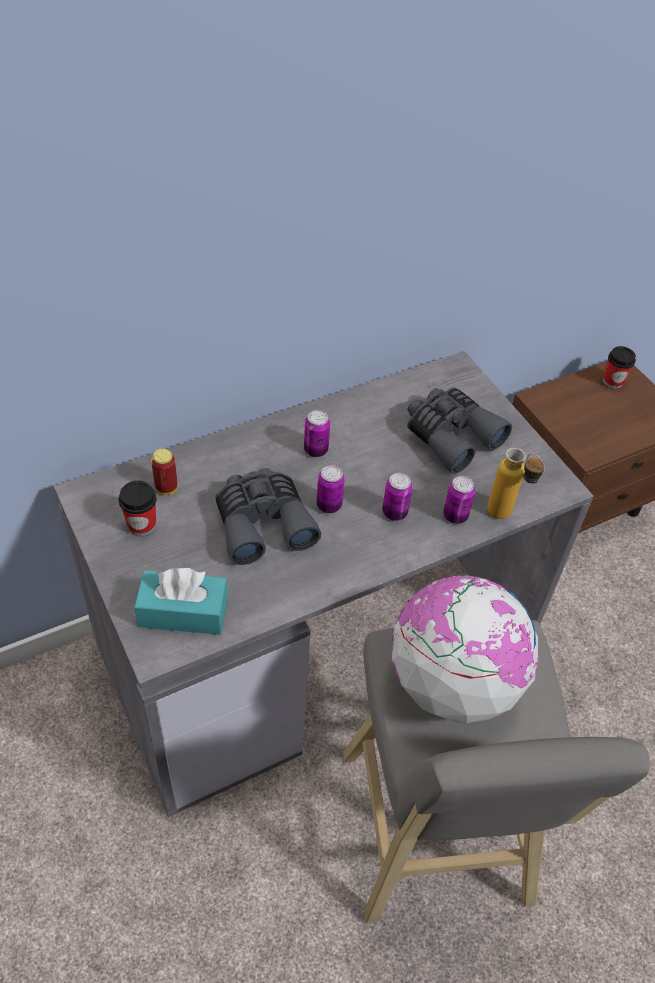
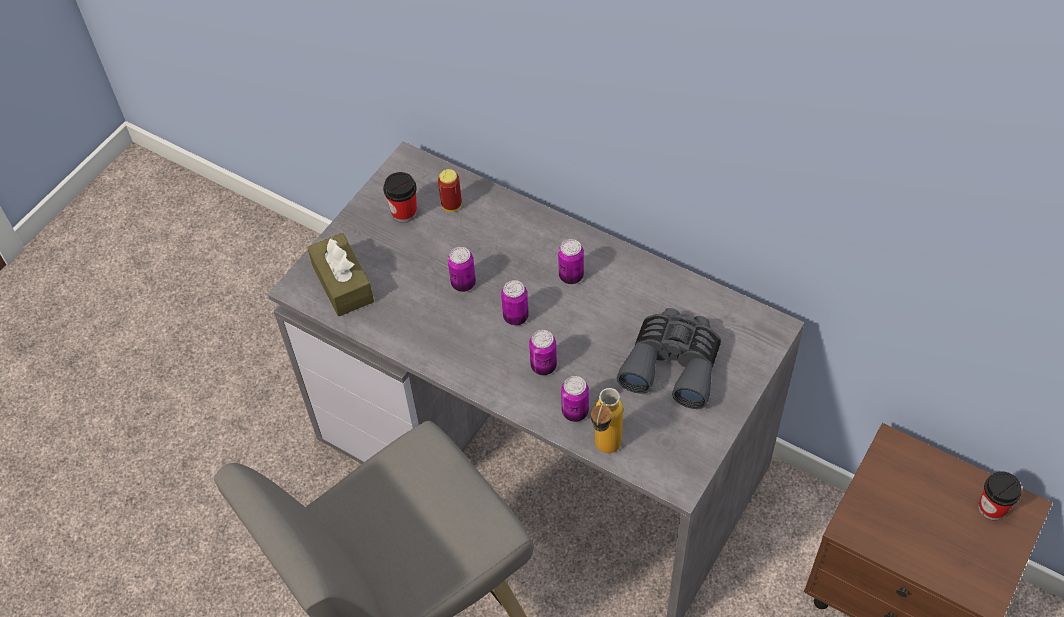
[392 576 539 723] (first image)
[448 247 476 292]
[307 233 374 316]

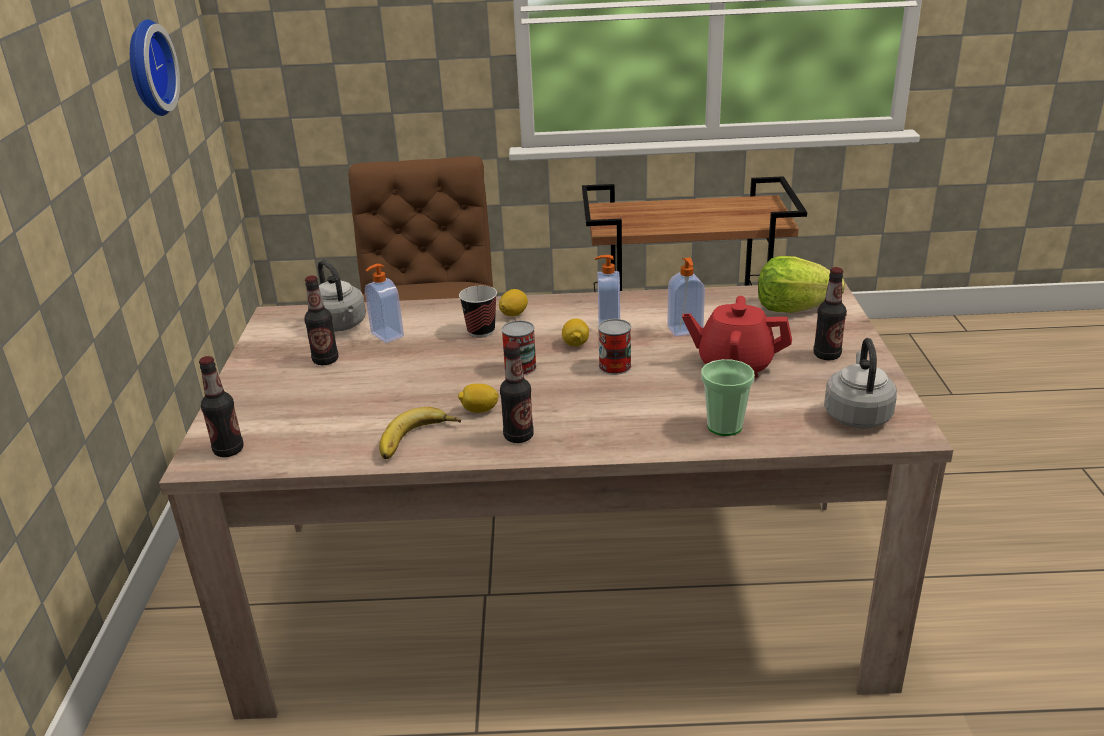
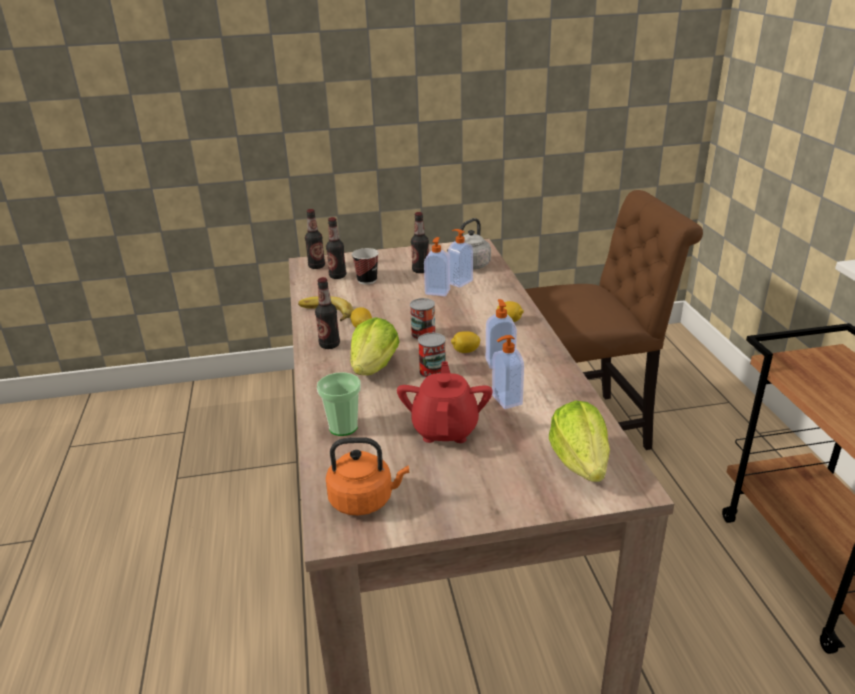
[130 19 180 116] (first image)
[350 317 400 375]
[424 237 450 296]
[352 248 379 285]
[326 217 346 279]
[326 437 409 515]

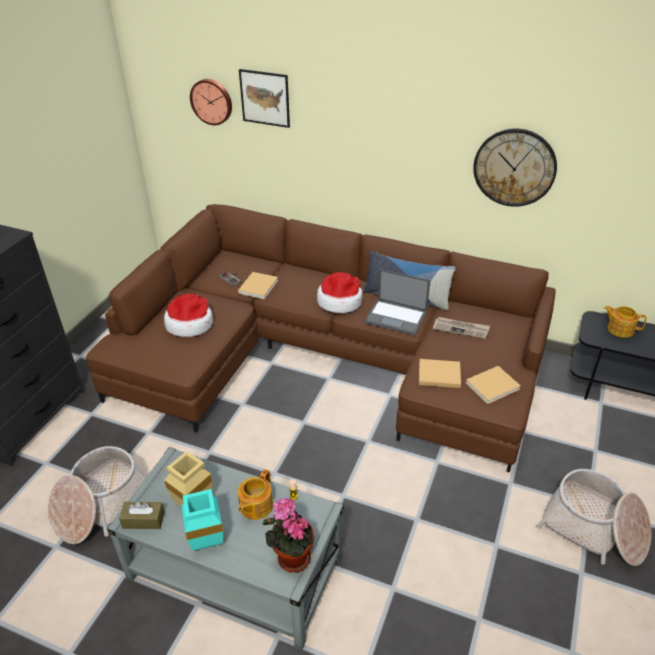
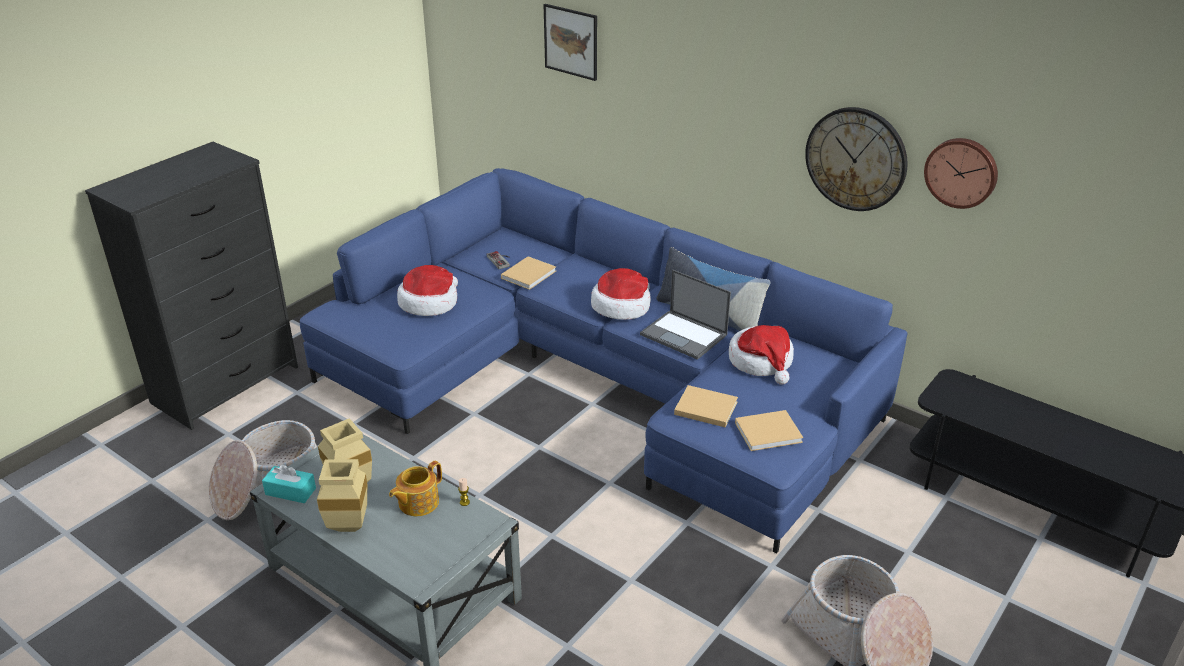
[263 498 314 573] (first image)
[604 306 647 338] (first image)
[924 138 998 209]
[729 325 794 384]
[300 168 907 553]
[262 464 316 503]
[317 459 367 532]

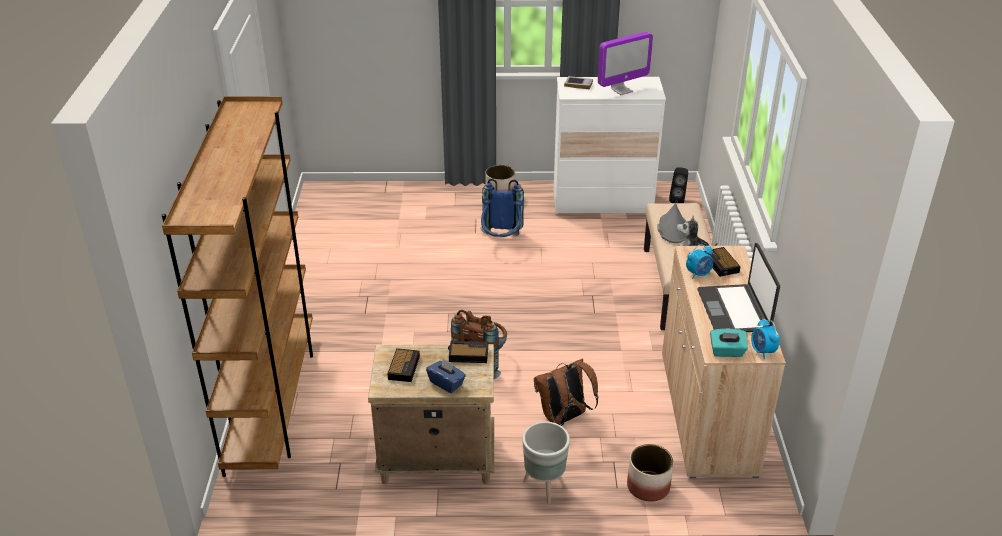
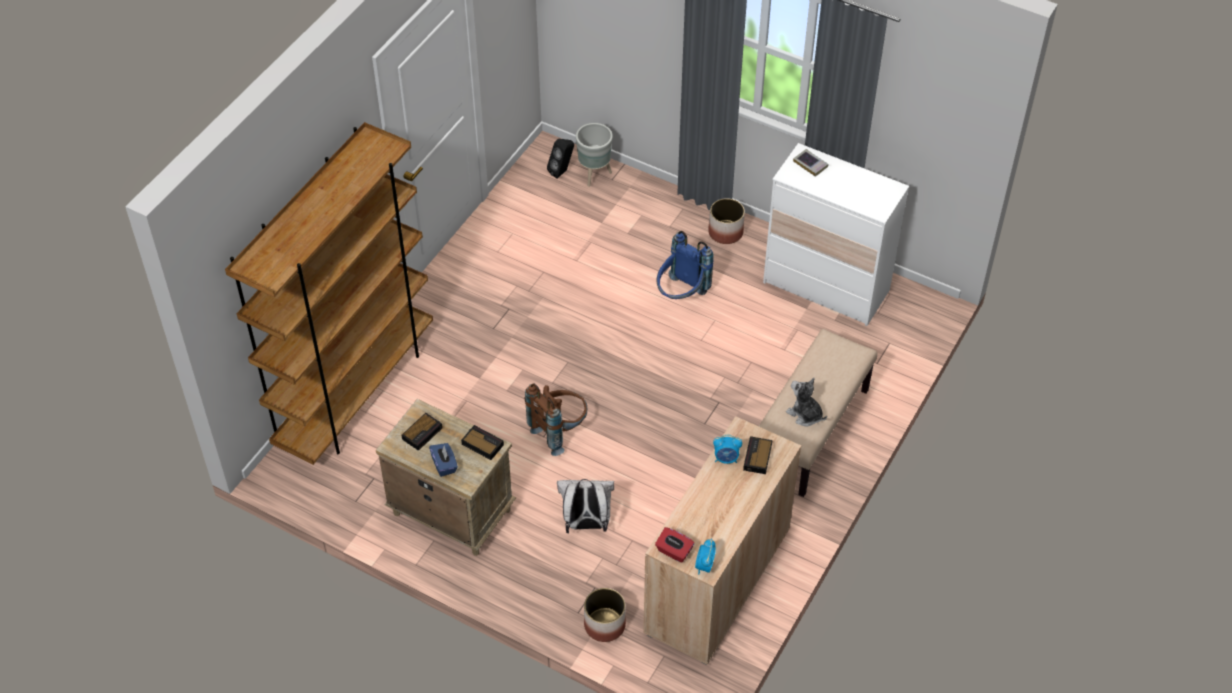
[598 32 653 95] (first image)
[657 203 687 243] (first image)
[697 243 780 332] (first image)
[576 123 613 187]
[547 139 574 179]
[557 479 614 533]
[655 527 694 563]

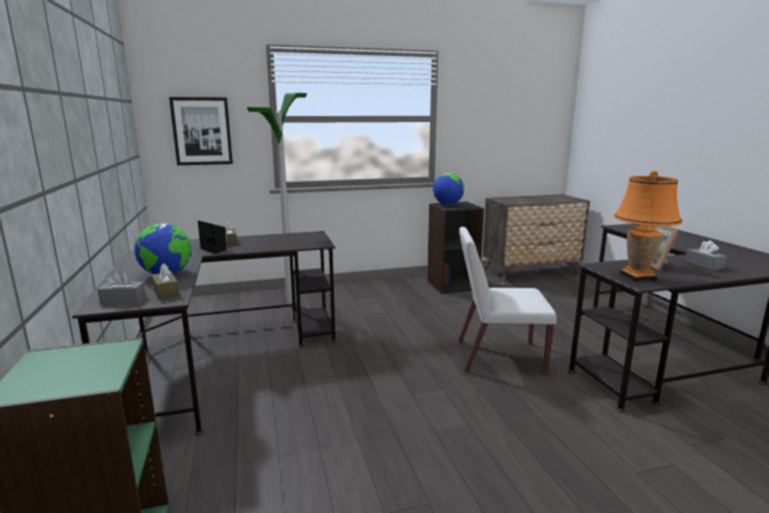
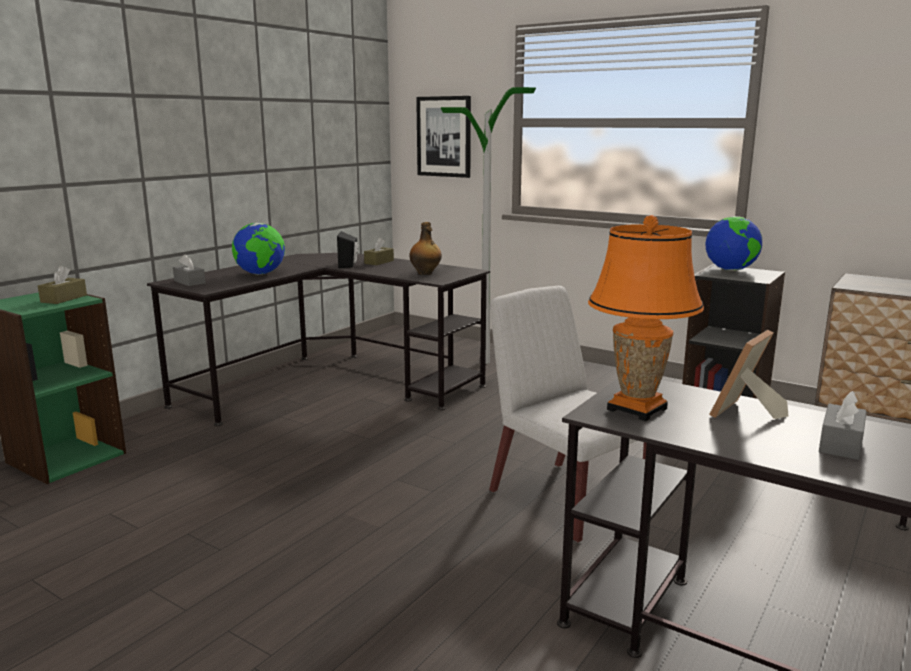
[409 222 442 275]
[38 266 87 304]

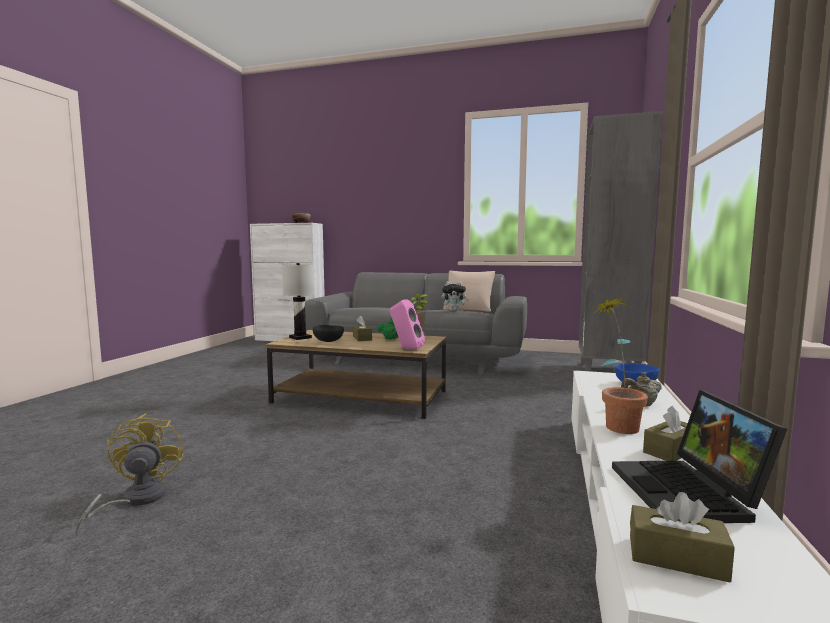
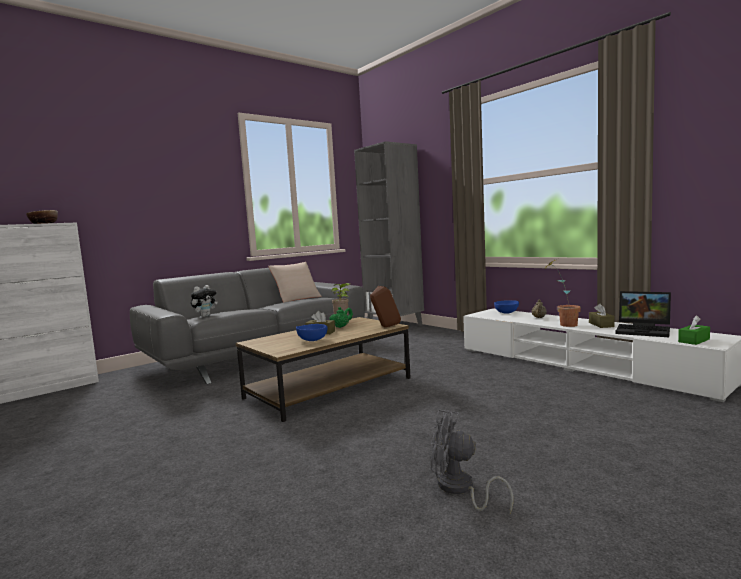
[282 263 315 340] (first image)
[191 285 218 317]
[431 409 514 513]
[296 324 327 341]
[370 286 401 327]
[678 315 710 345]

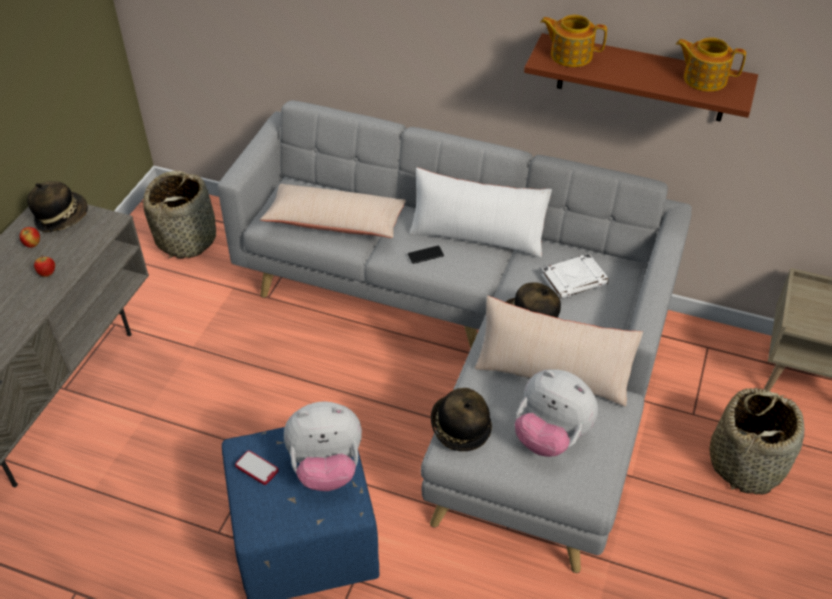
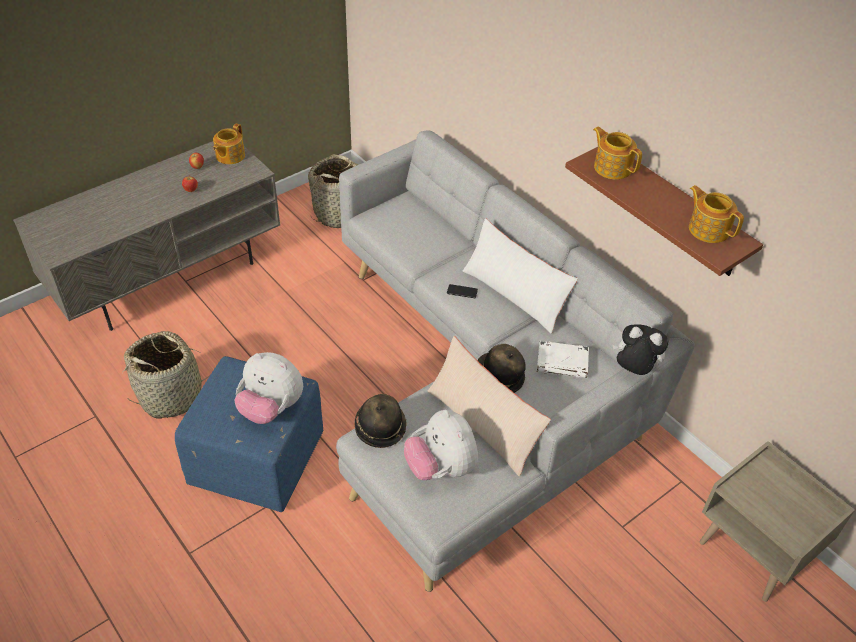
[235 450 278 485] (first image)
[260 184 406 238] (first image)
[612 324 669 375]
[122 331 215 419]
[213 123 245 164]

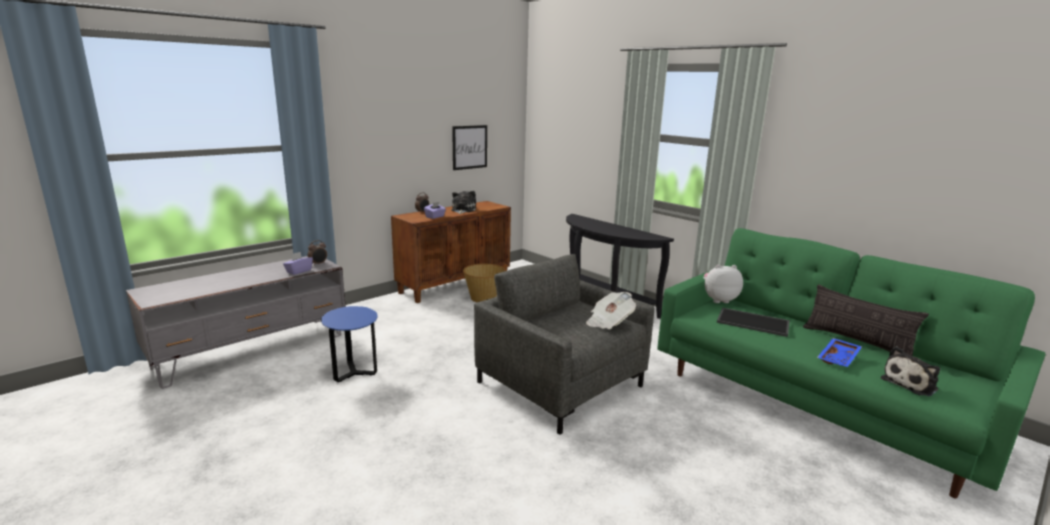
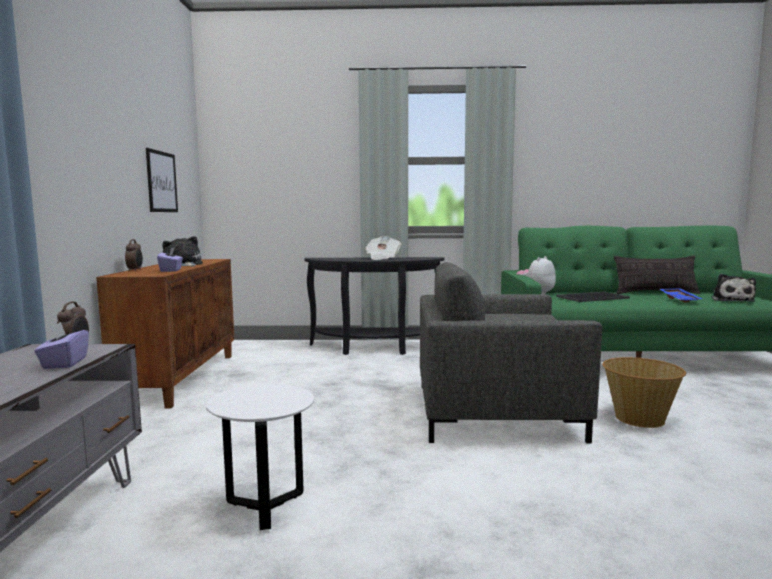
[602 357 686 428]
[365 236 401 260]
[206 384 314 530]

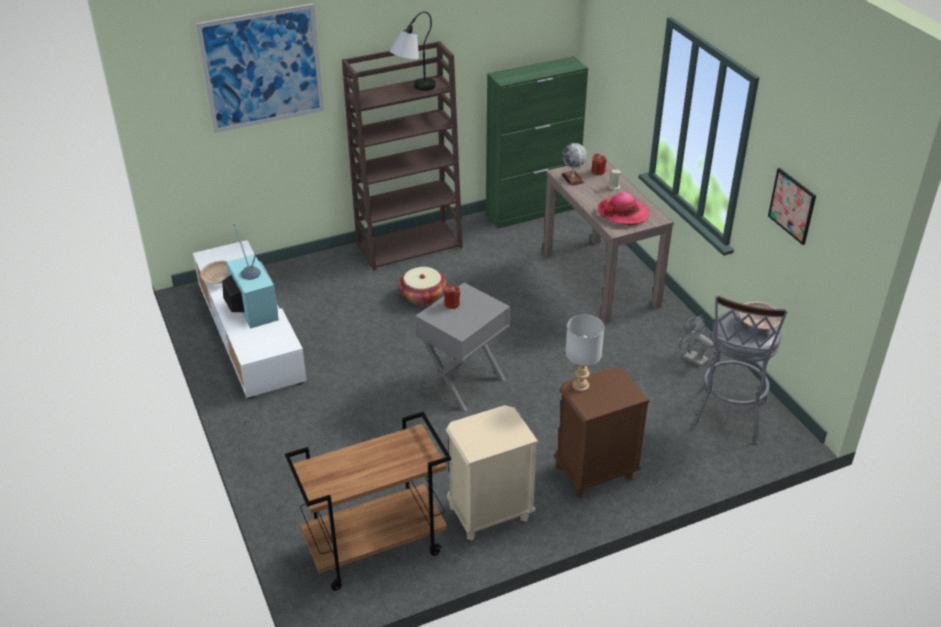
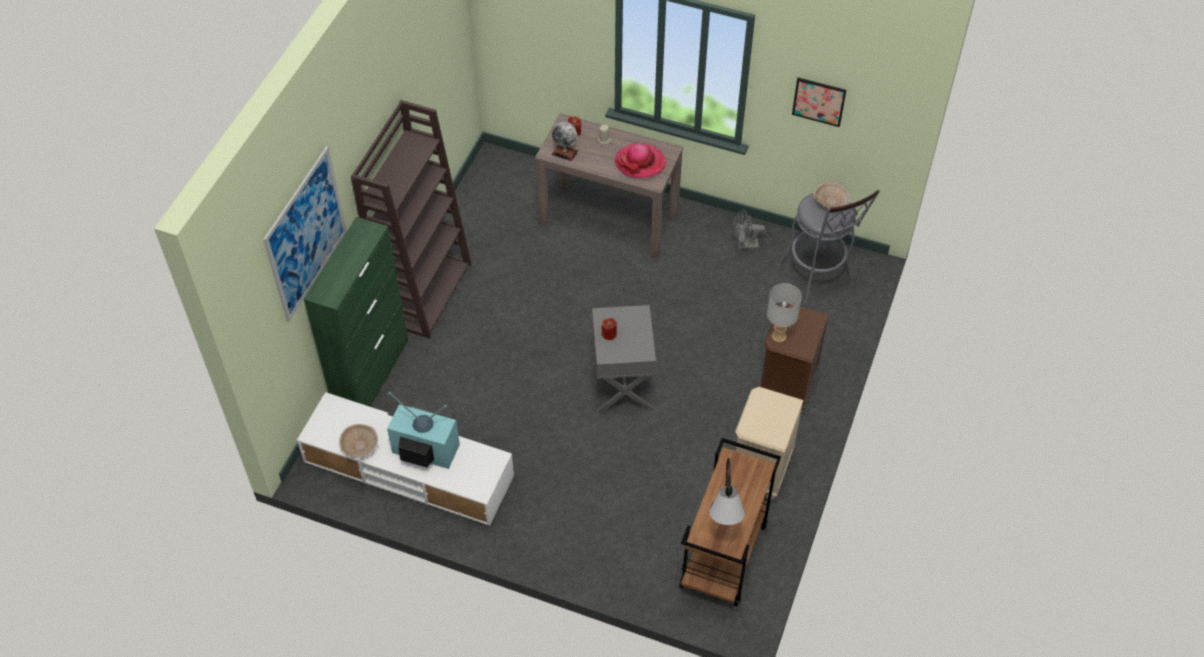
[399 267 446 305] (first image)
[709 458 745 525]
[304 217 408 407]

